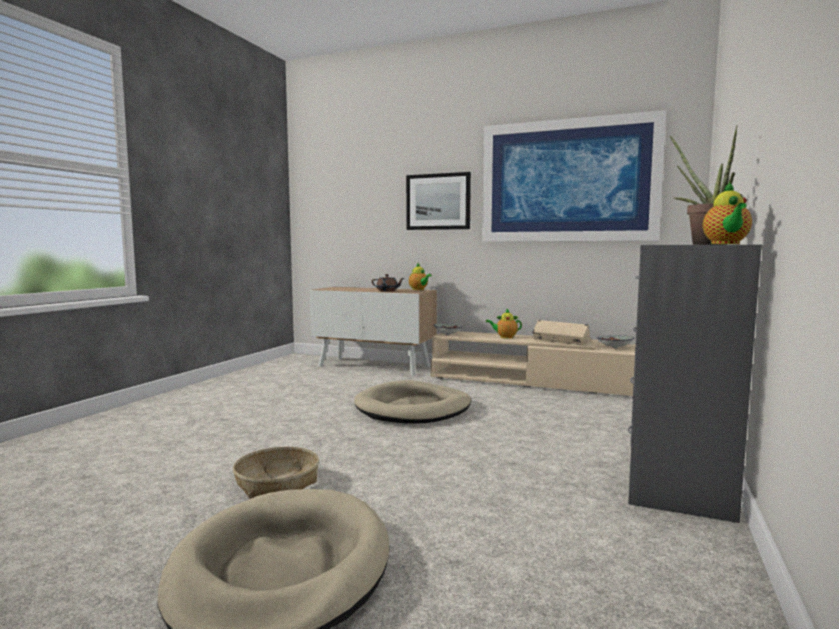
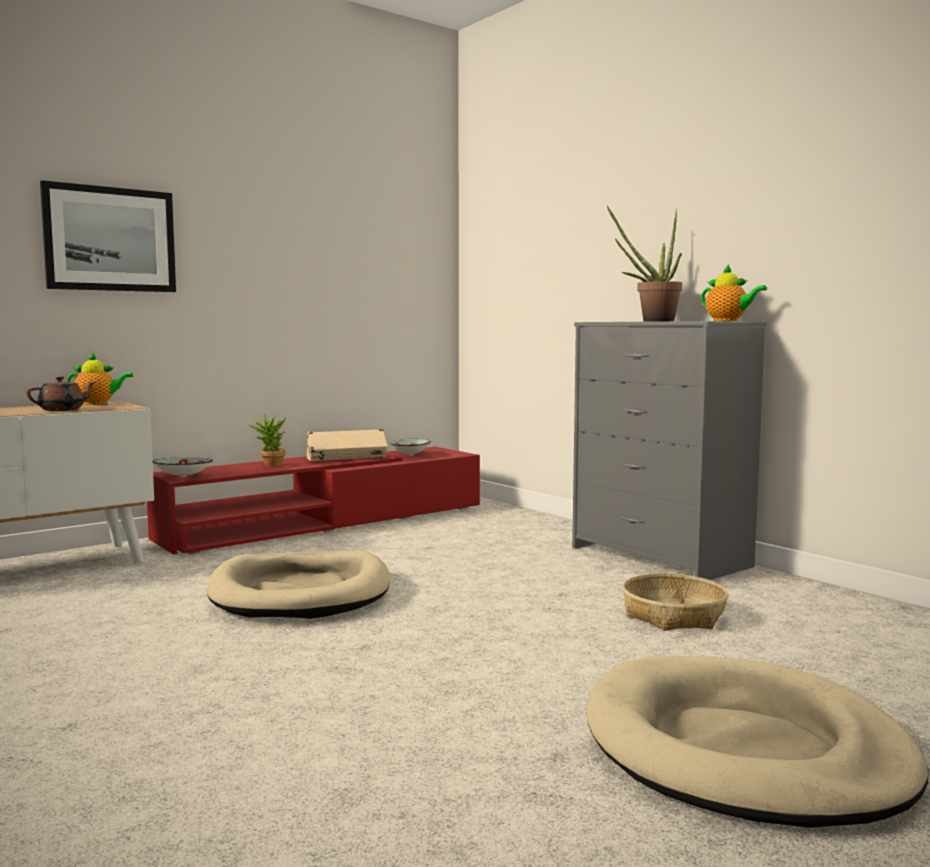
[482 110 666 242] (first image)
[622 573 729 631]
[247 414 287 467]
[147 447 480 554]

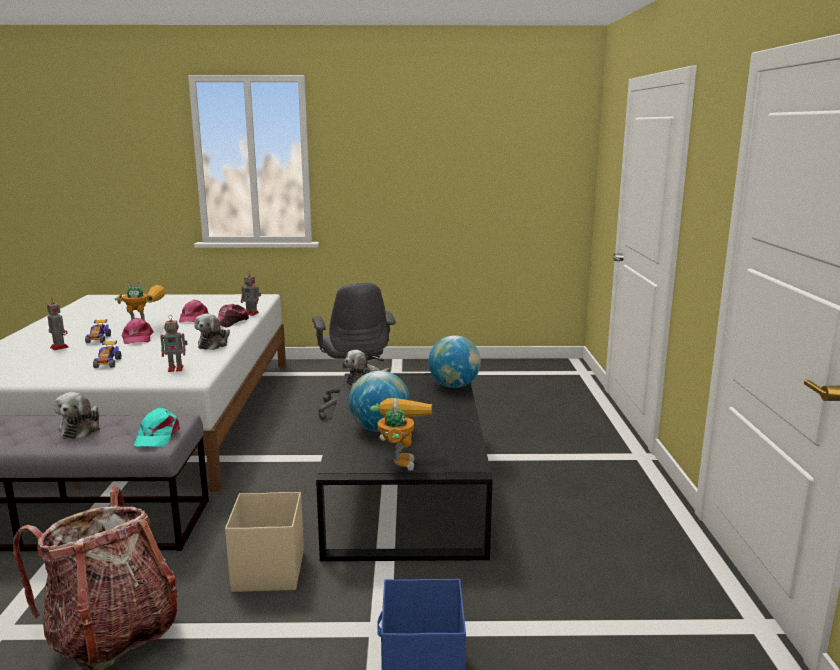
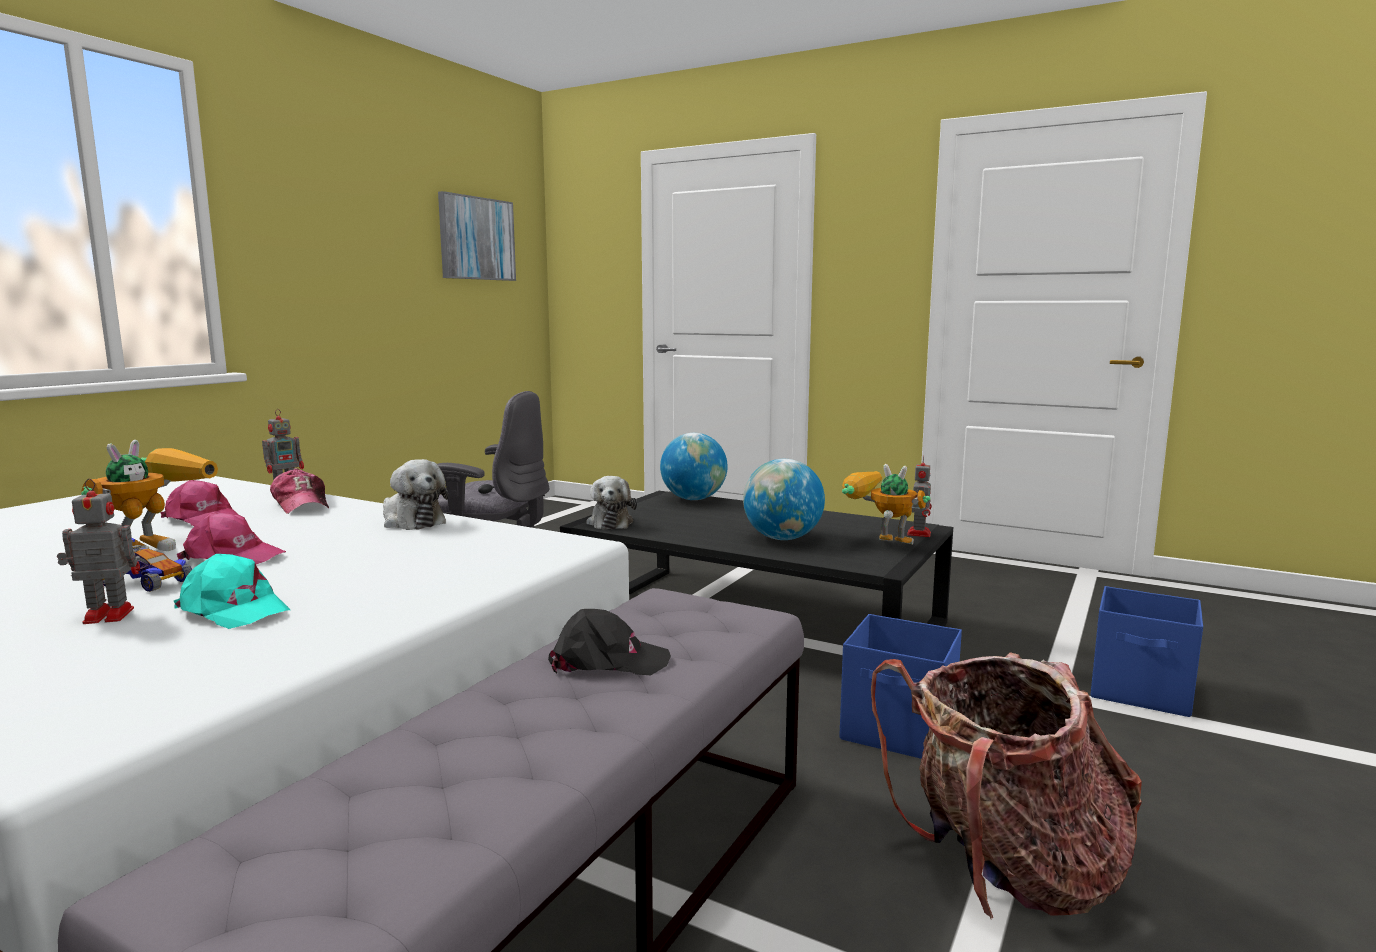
[93 340 121 368] (first image)
[438 191 516 281]
[174 554 290 629]
[907 456 932 537]
[548 609 671 675]
[840 614 962 759]

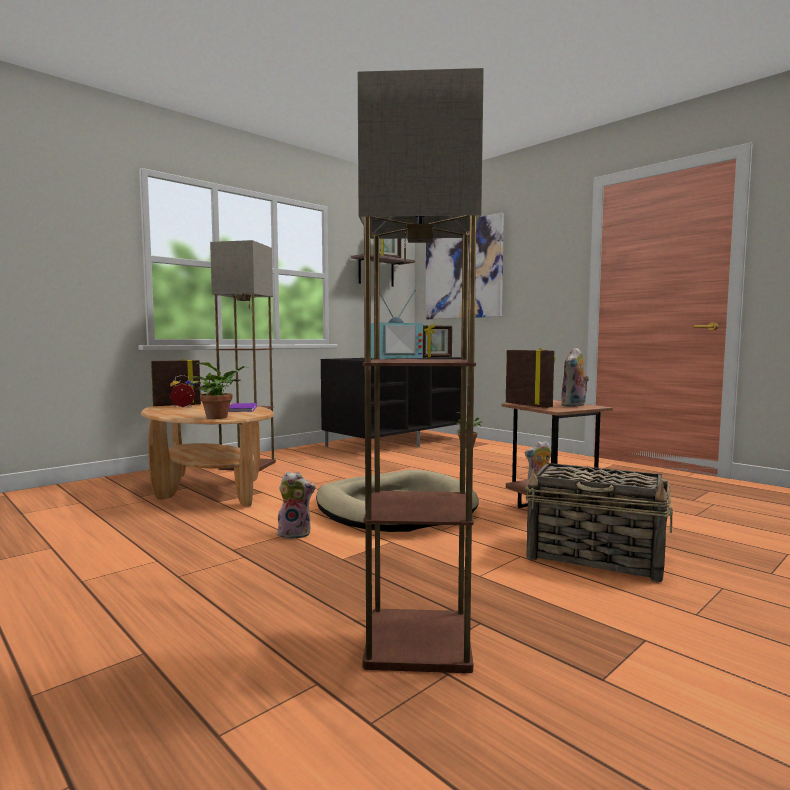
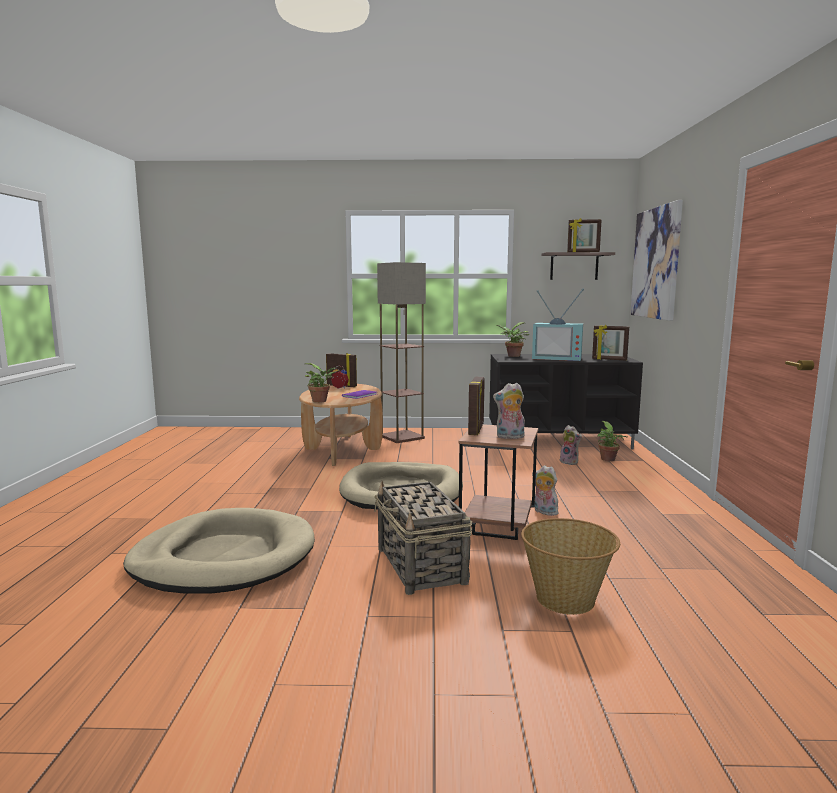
[496 322 529 357]
[521 518 620 615]
[560 425 582 465]
[123 508 315 594]

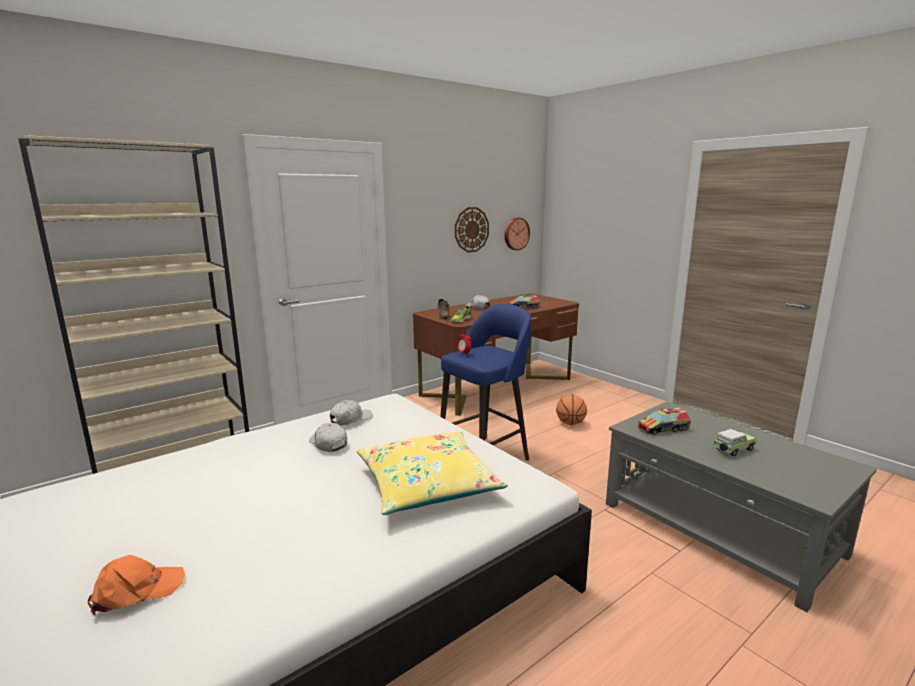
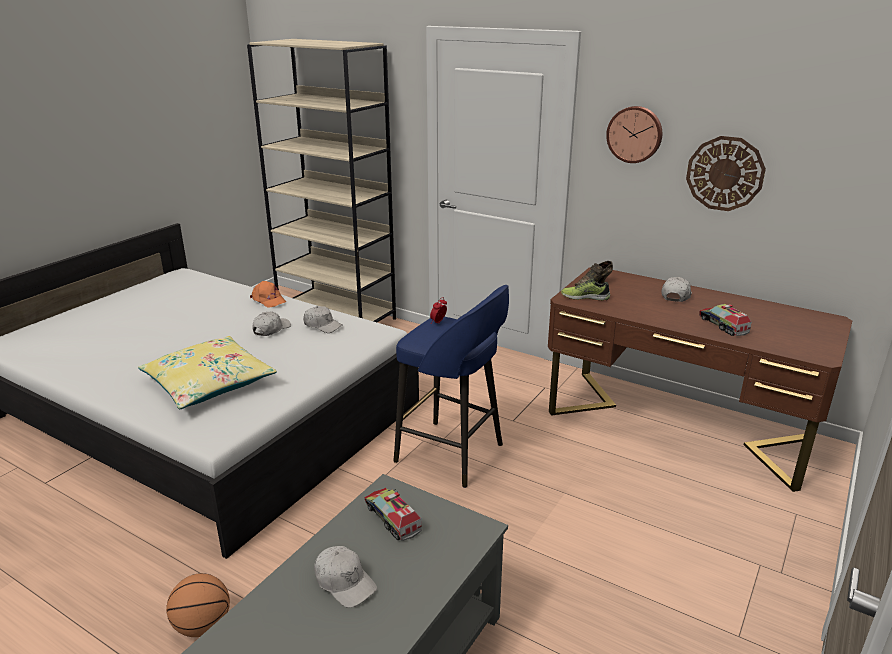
[250 281 286 308]
[606 106 662 163]
[166 573 230 637]
[314 546 377 608]

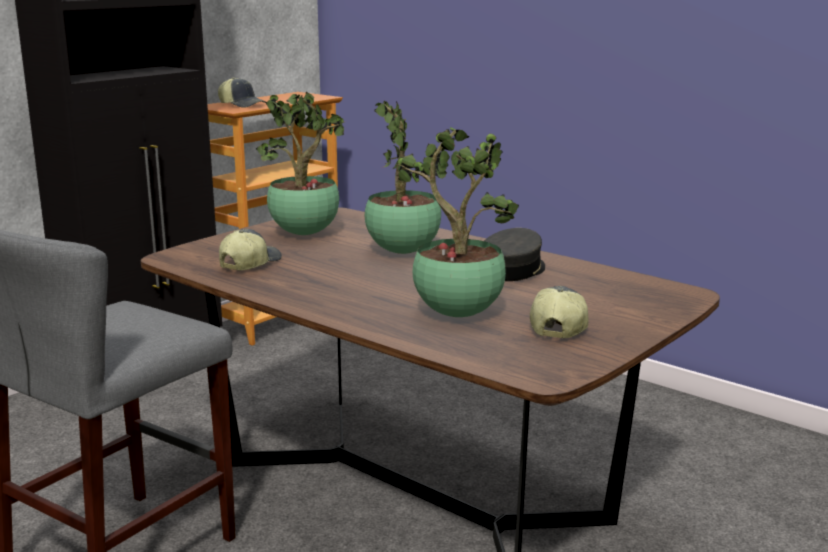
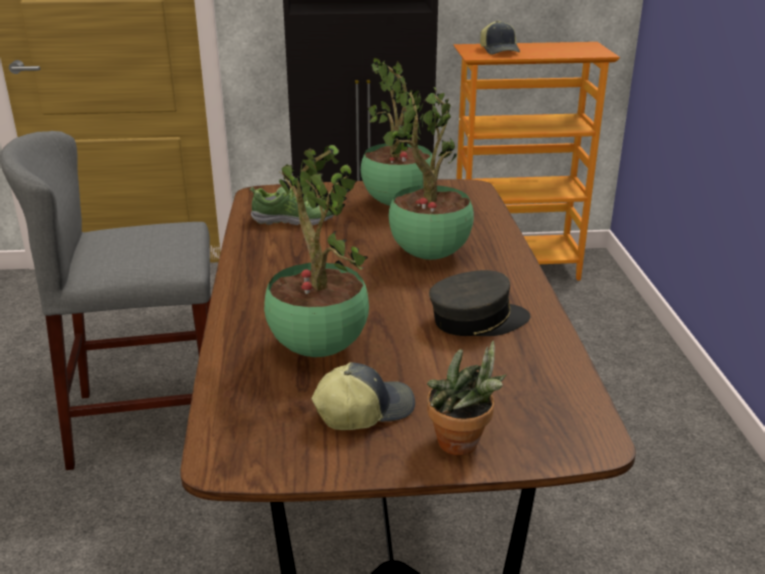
[427 341 506 455]
[249 187 334 225]

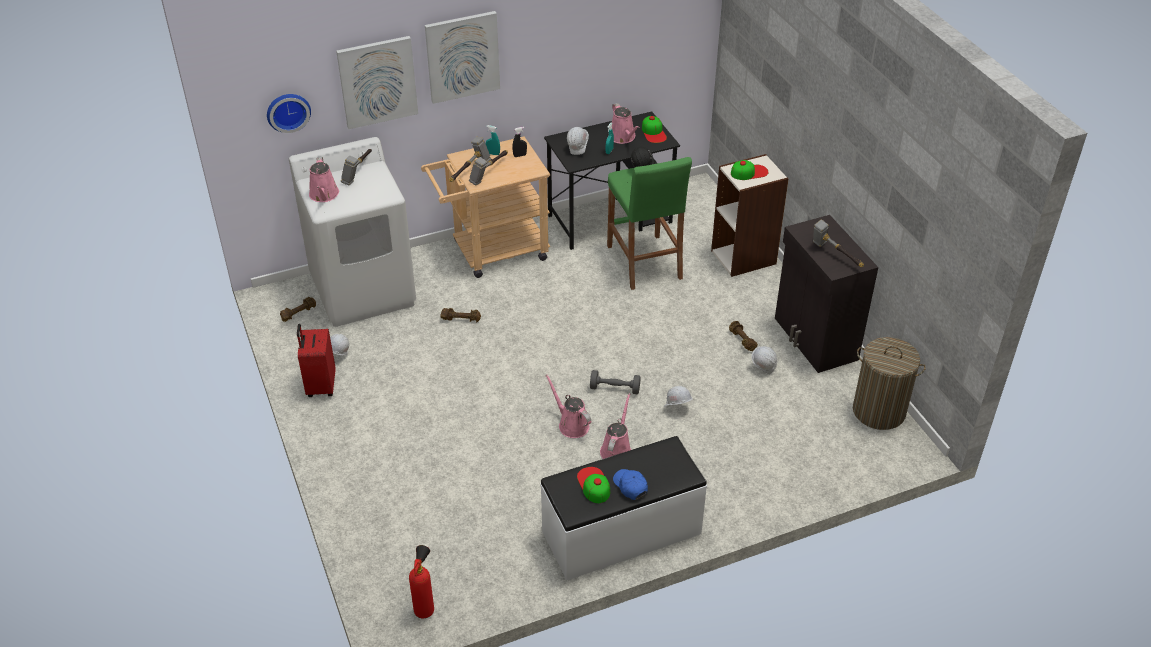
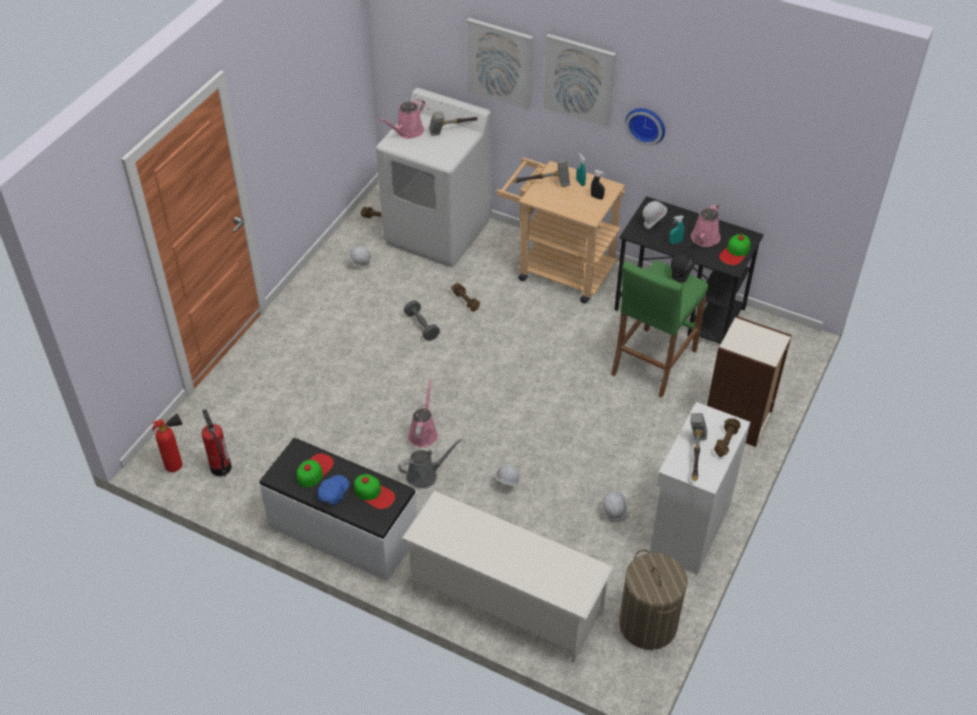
[297 324 336 397] (first image)
[469 150 508 186] (first image)
[202 409 232 476]
[402 491 614 663]
[625 108 665 145]
[404 300 440 341]
[714 418 740 457]
[354 474 395 509]
[398 439 462 489]
[650 402 750 574]

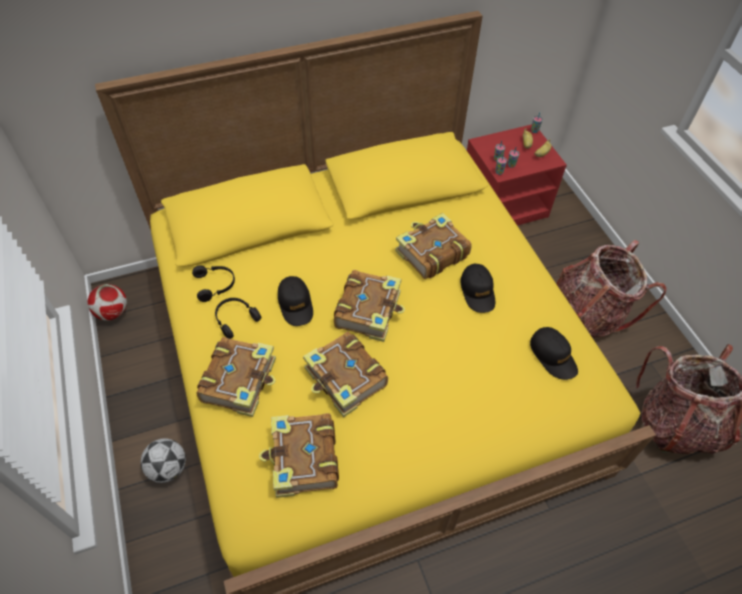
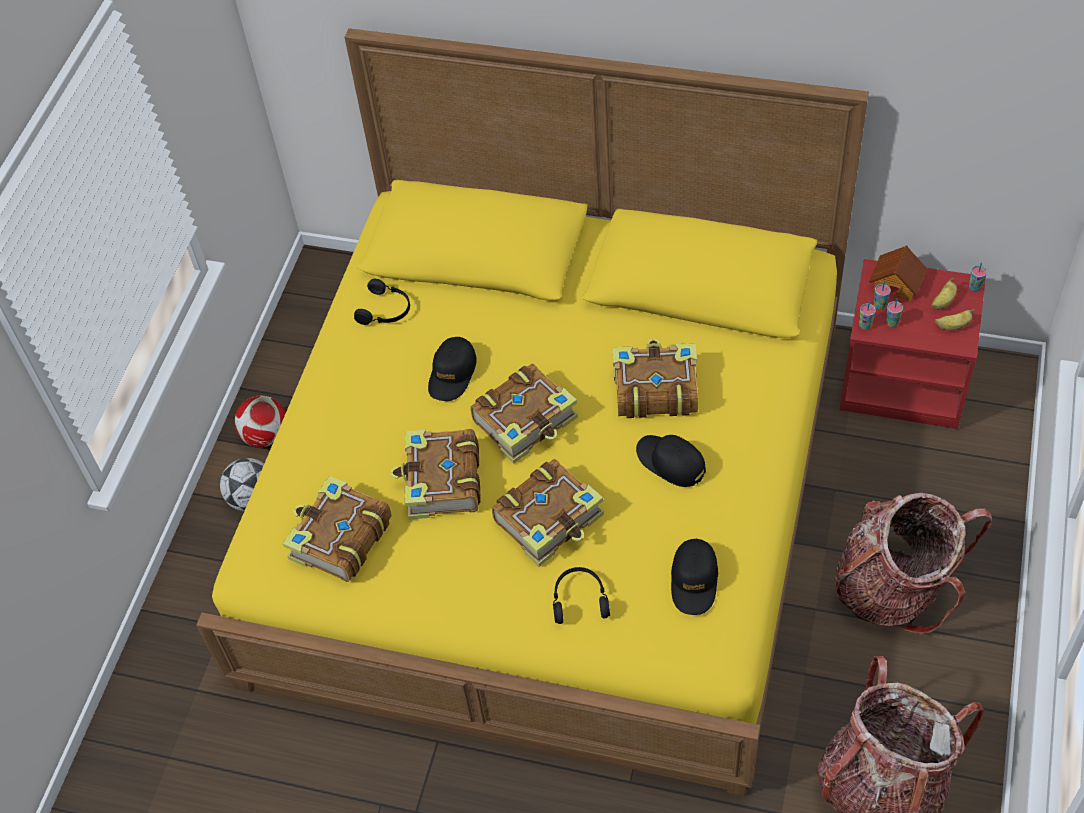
[869 245 927 301]
[235 396 286 447]
[492 459 604 567]
[553 567 610 624]
[636 435 706 487]

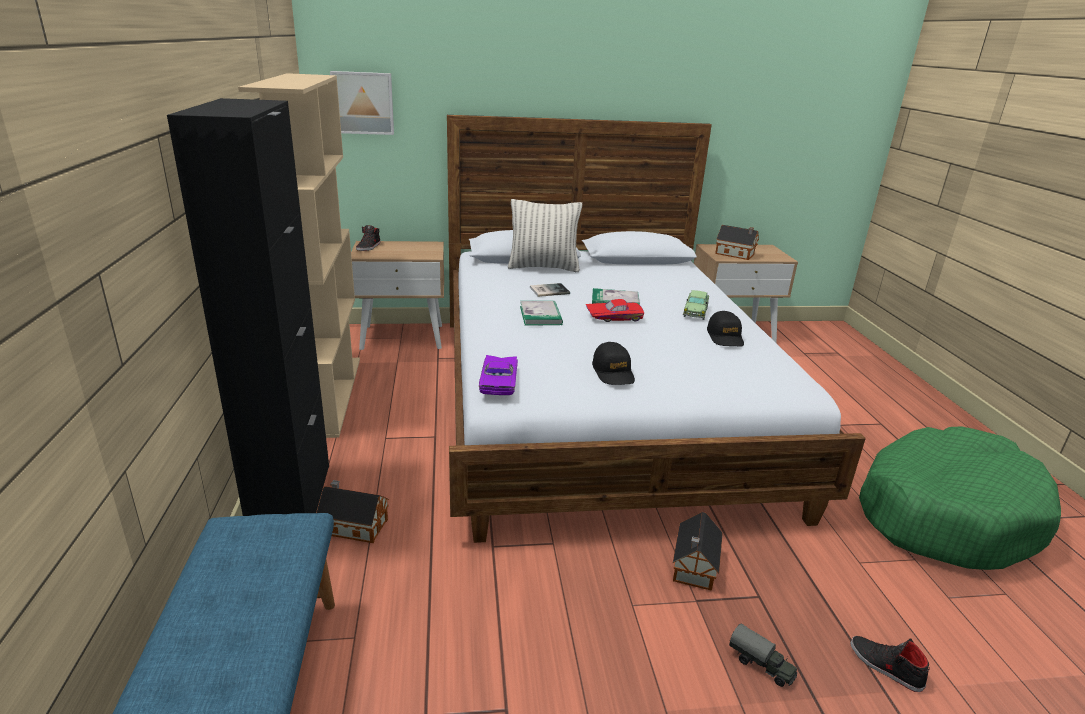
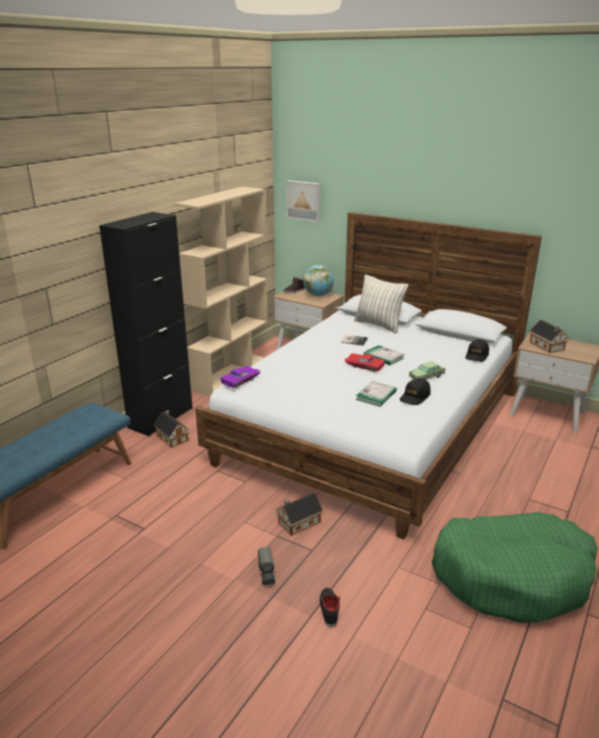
[303 265 334 296]
[356 381 397 407]
[466 339 489 362]

